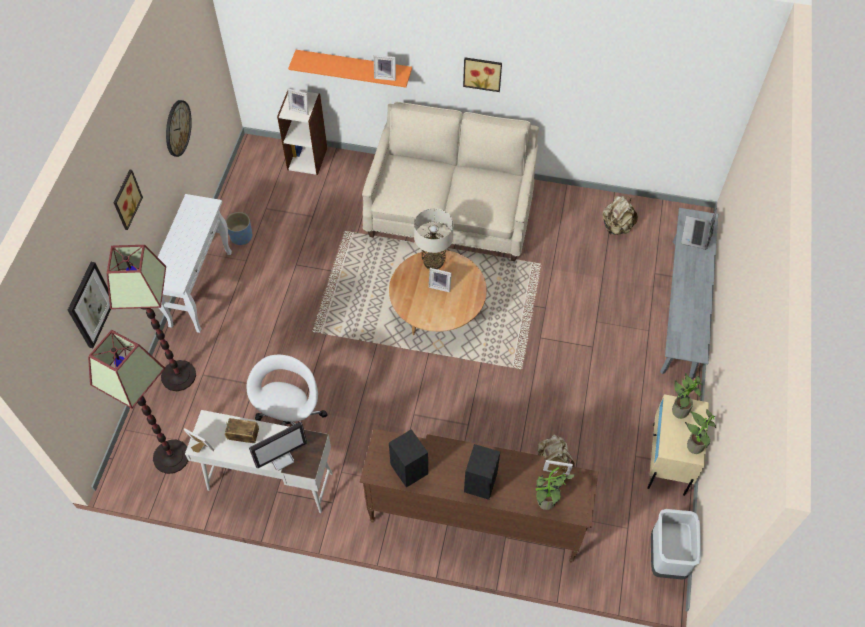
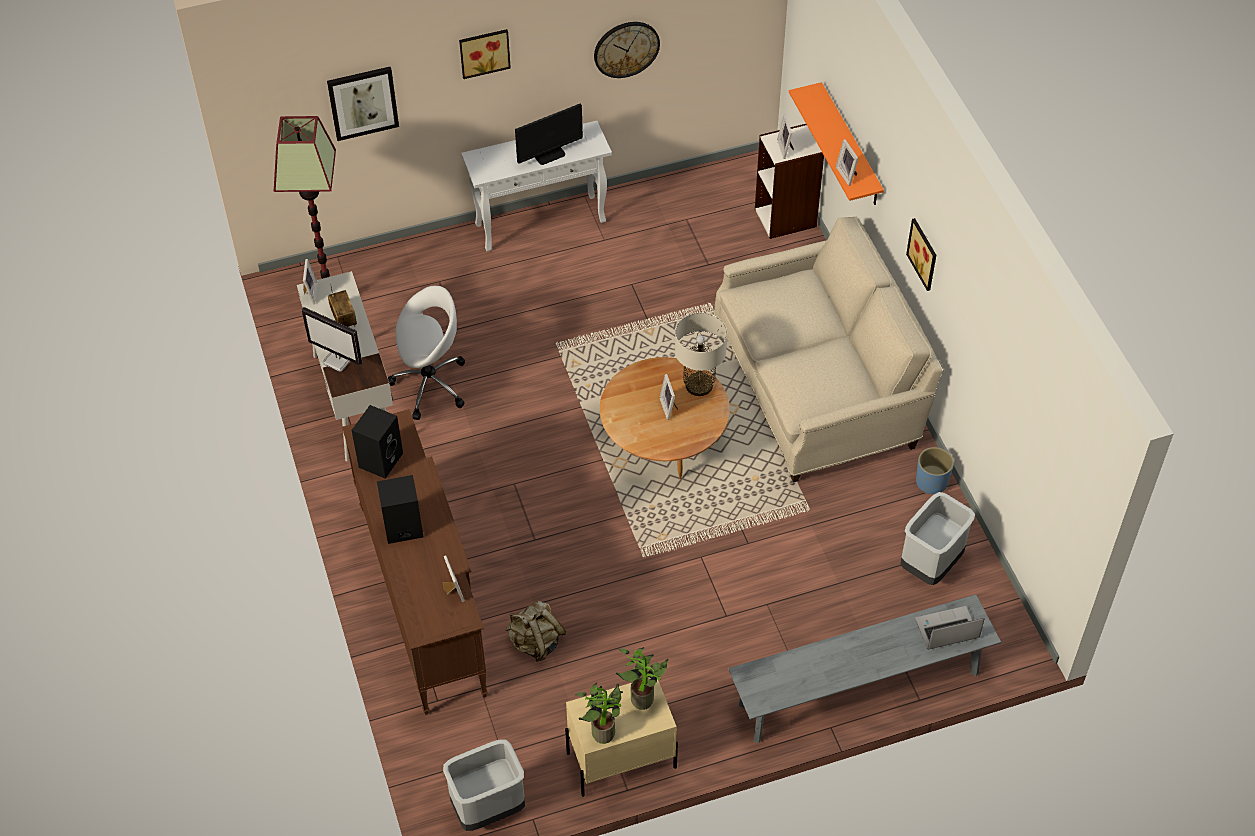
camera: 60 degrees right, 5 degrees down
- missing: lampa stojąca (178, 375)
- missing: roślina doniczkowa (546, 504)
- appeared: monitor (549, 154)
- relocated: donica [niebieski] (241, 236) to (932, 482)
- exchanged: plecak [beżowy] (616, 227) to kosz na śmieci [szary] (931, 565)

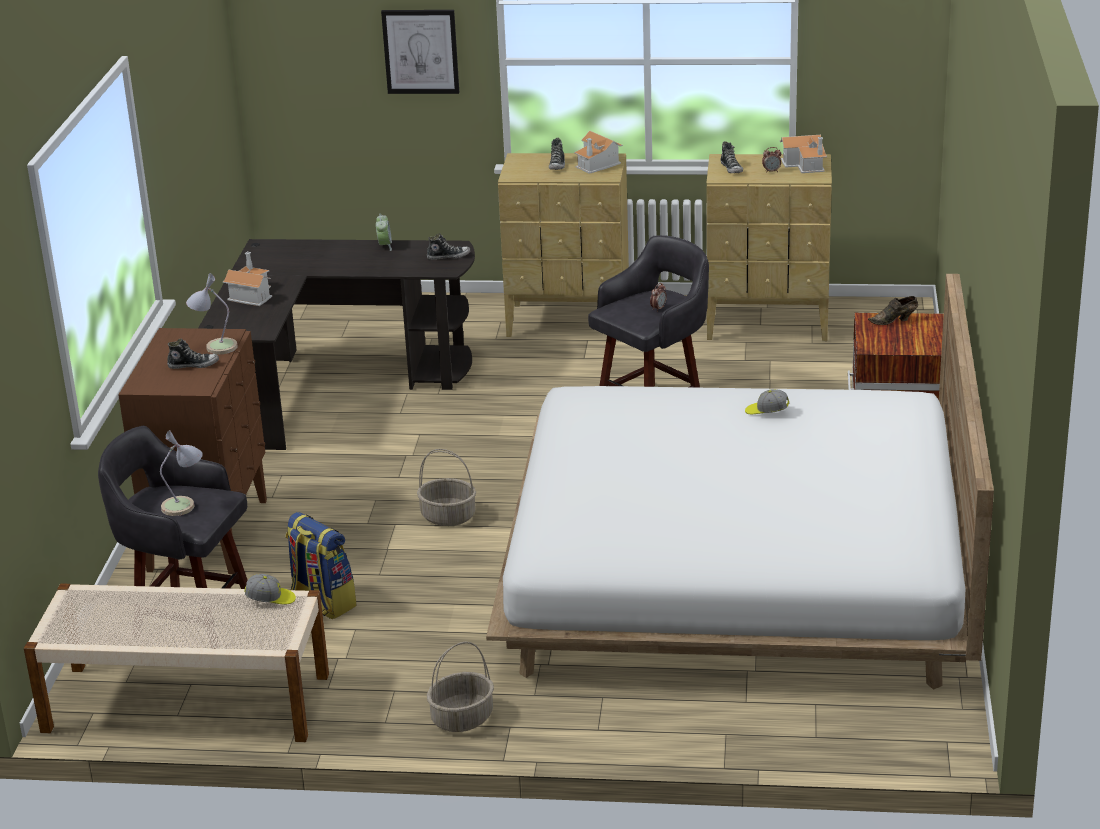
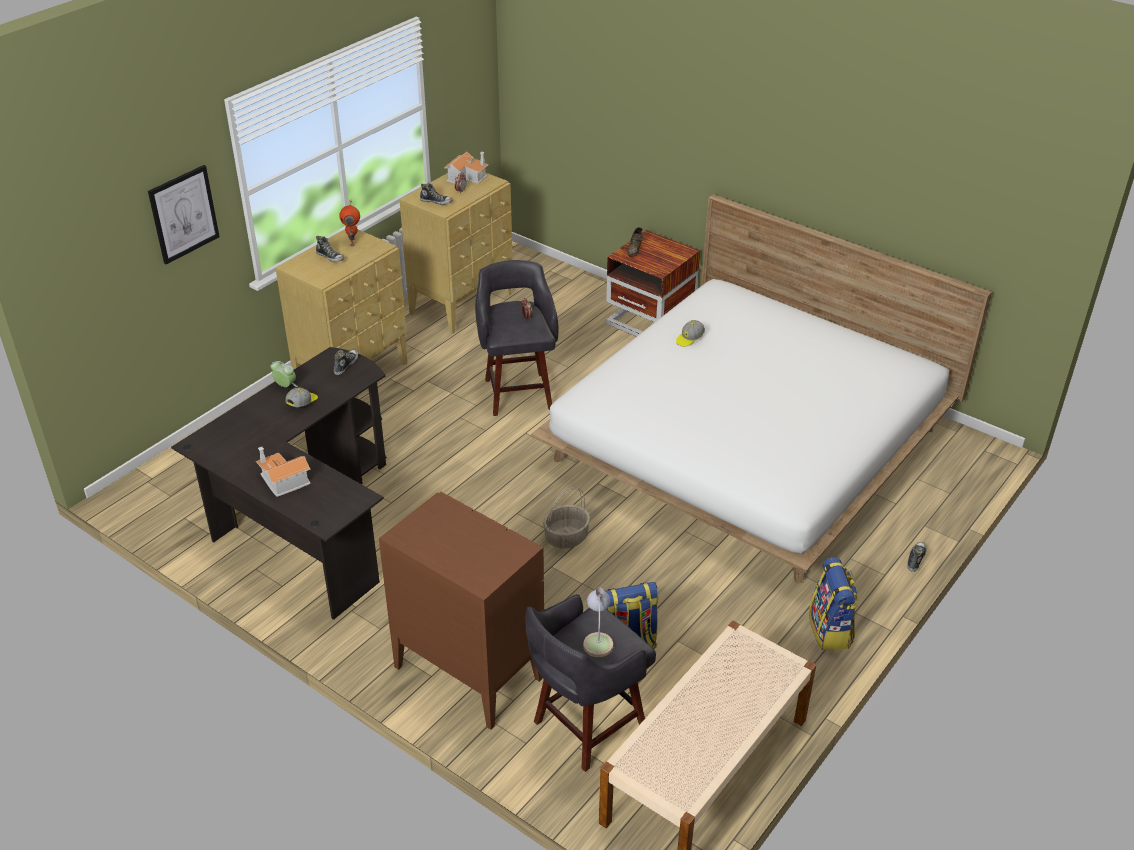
camera: 60 degrees left, 10 degrees up
- missing: lampa stołowa (215, 347)
- relocated: but (193, 365) to (915, 559)
- relocated: czapka z daszkiem (270, 599) to (302, 403)
- exchanged: koszyk (462, 719) to plecak (830, 631)
- exchanged: domek (597, 164) to robot zabawkowy (353, 242)

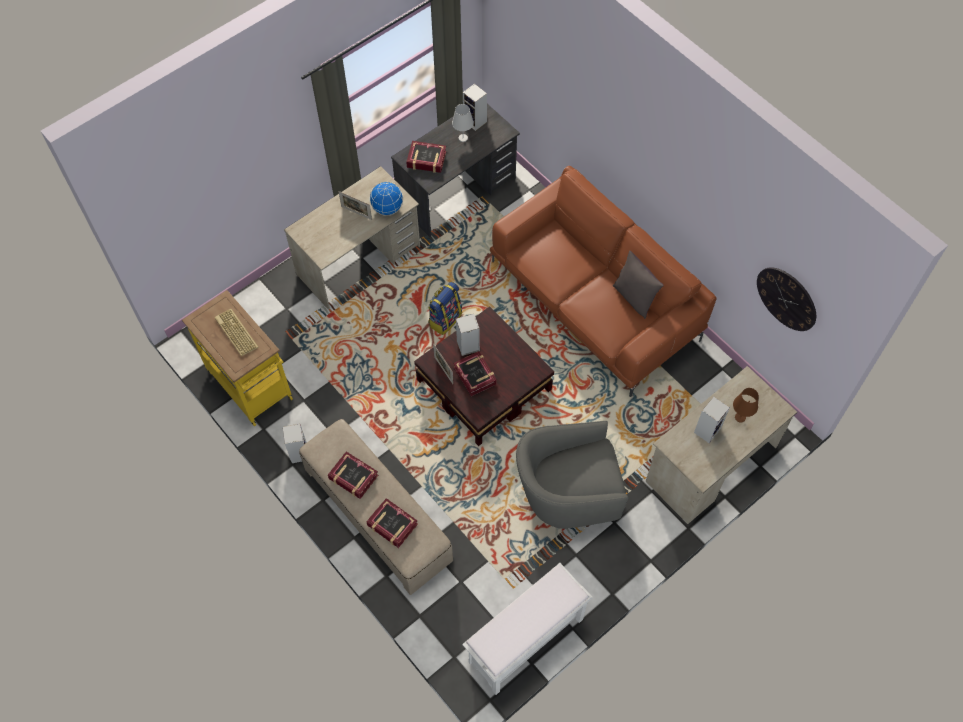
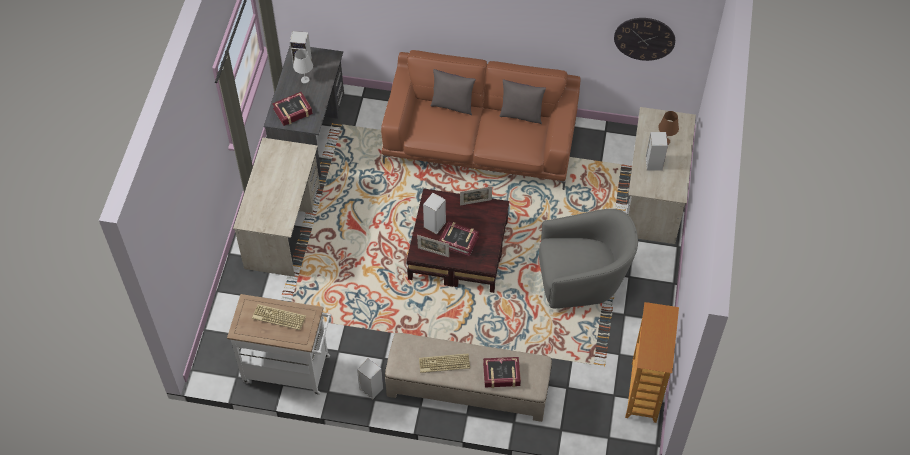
camera: 40 degrees left, 5 degrees down
- missing: globus (387, 208)
- missing: plecak (445, 319)
- appeared: poduszka [szary] (452, 105)
- relocated: ramka na zdjęcie (356, 213) to (475, 202)
- exchanged: książka (353, 477) to klawiatura (444, 364)
- exchanged: ławka [biały] (525, 642) to regał (644, 392)
- colour: wózek [żółty] (252, 387) to wózek [biały] (289, 370)
- spun: fotel [szary] (568, 493) = (582, 280) 135 degrees counterclockwise

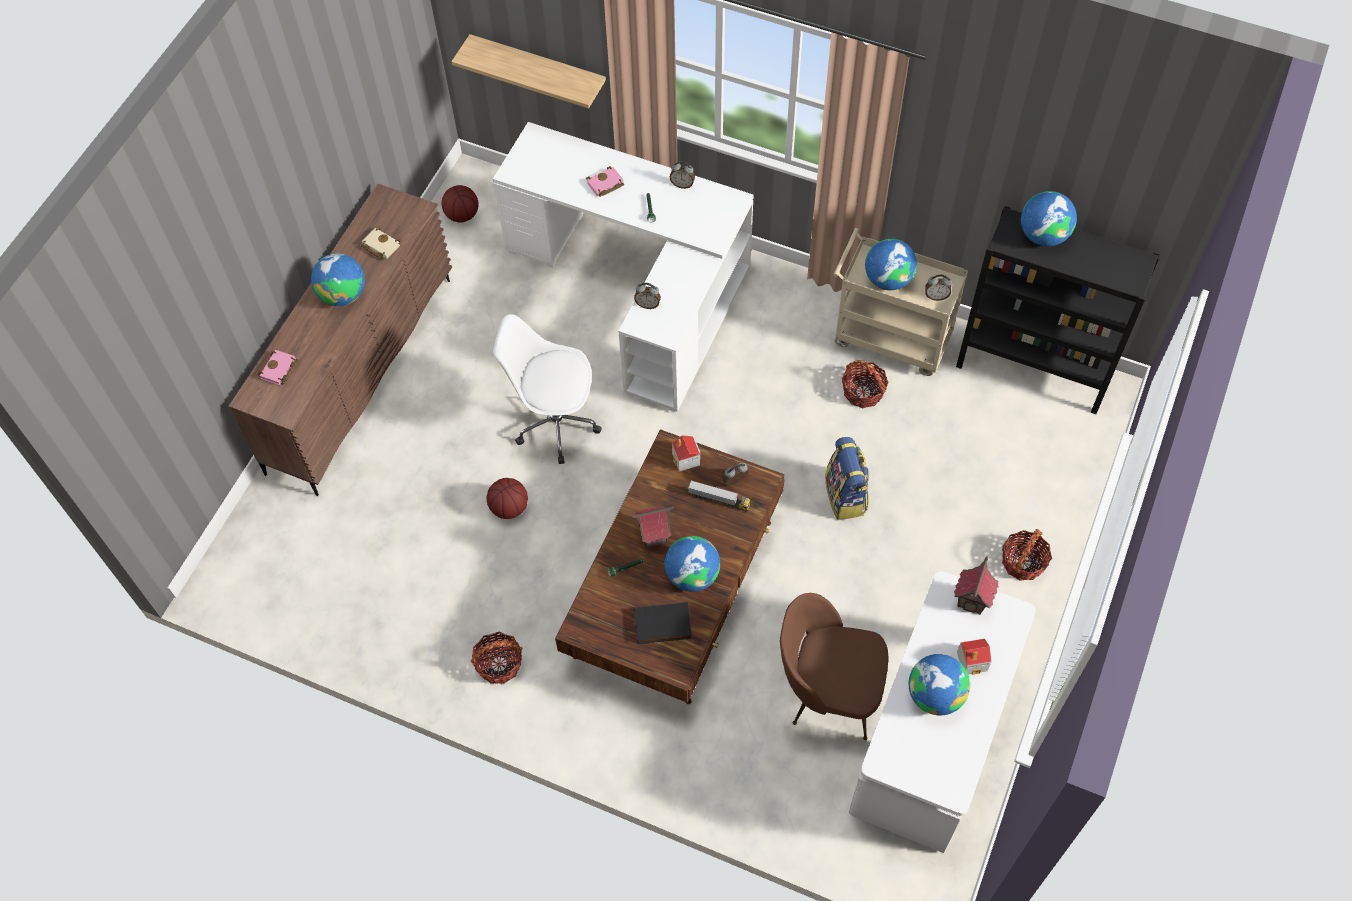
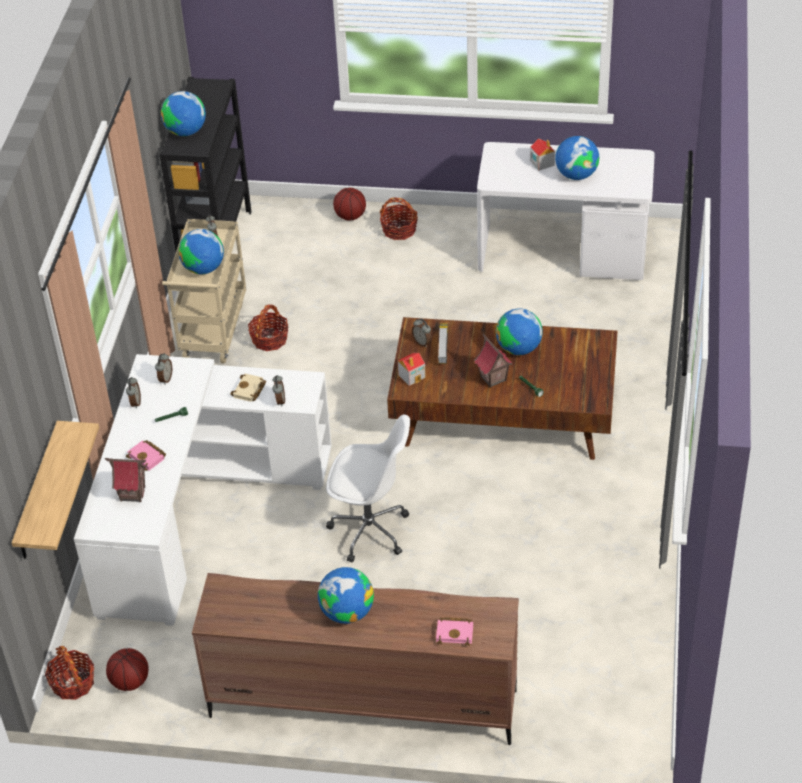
camera: 105 degrees left, 15 degrees down
- missing: książka [czarny] (662, 626)
- missing: krzesło [brązowy] (827, 695)
- missing: plecak (846, 496)
- appeared: budzik (165, 379)
- relocated: książka [beżowy] (379, 246) to (249, 391)
- relocated: koszyk (499, 664) to (73, 683)
- relocated: piłka do koszykówki (509, 507) to (350, 216)
- relocated: domek (972, 600) to (132, 493)
- spun: krzesło biurowe [biały] (555, 425) = (371, 531) 75 degrees counterclockwise

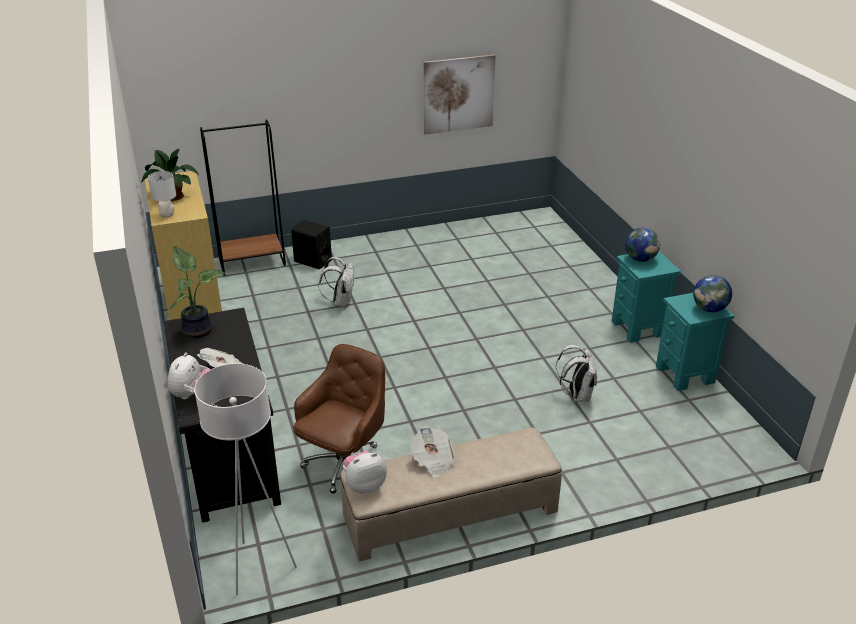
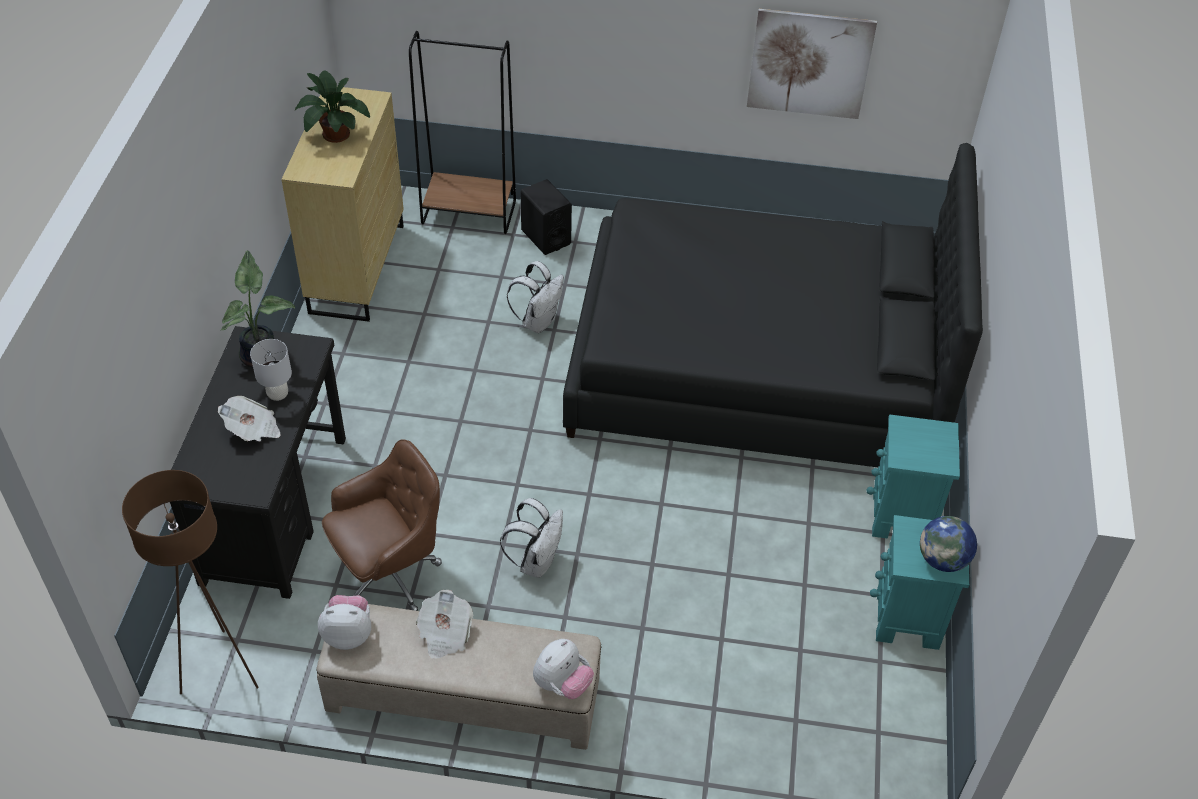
camera: 25 degrees right, 15 degrees up
- missing: globus (640, 259)
- appeared: łóżko [czarny] (757, 369)
- relocated: lampa stołowa [szary] (166, 215) to (277, 395)
- relocated: pluszak (193, 395) to (562, 684)
- relocated: plecak [biały] (577, 395) to (536, 561)
- colour: lampa stojąca [biały] (258, 567) to lampa stojąca [brązowy] (221, 669)

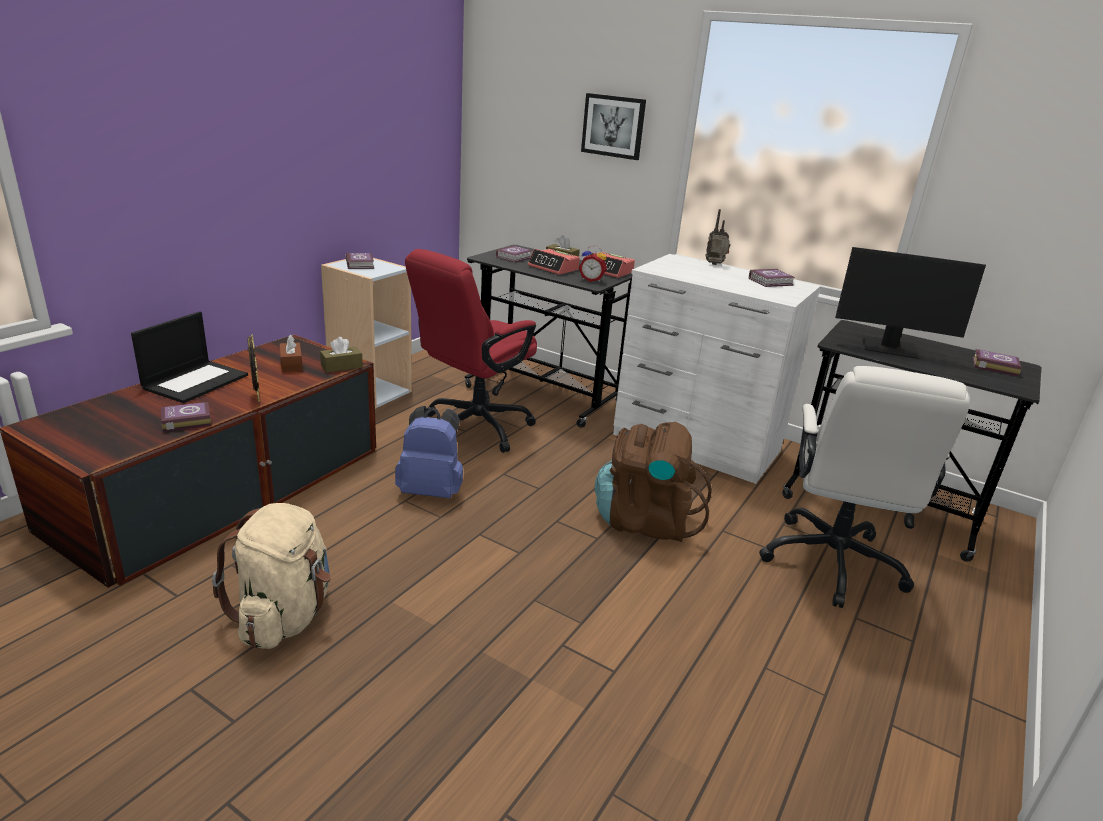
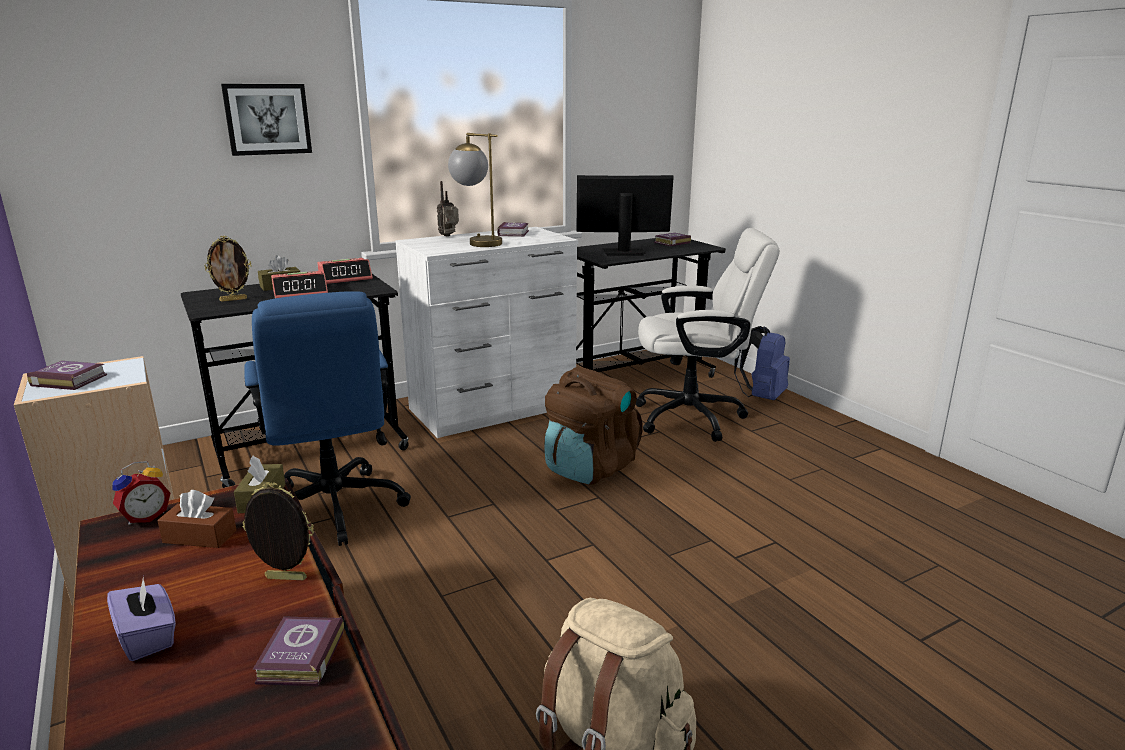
camera: 60 degrees left, 5 degrees down
- appeared: lampa stołowa (477, 242)
- relocated: plecak [niebieski] (431, 491) to (761, 397)
- relocated: budzik (592, 280) to (145, 517)
- exchanged: laptop (196, 381) to pudełko chusteczek [fioletowy] (148, 637)
- exchanged: książka (515, 257) to ramka na zdjęcie (233, 299)
- colour: krzesło biurowe [czerwony] (473, 429) to krzesło biurowe [niebieski] (335, 512)
- spun: krzesło biurowe [biały] (832, 567) = (695, 418) 45 degrees counterclockwise
- spun: monitor (889, 348) = (623, 252) 135 degrees counterclockwise

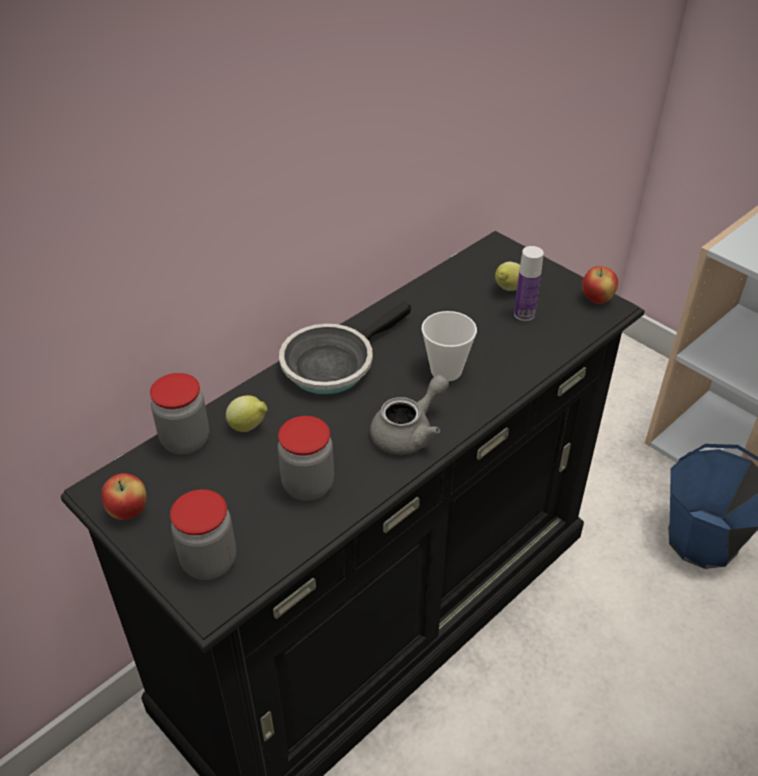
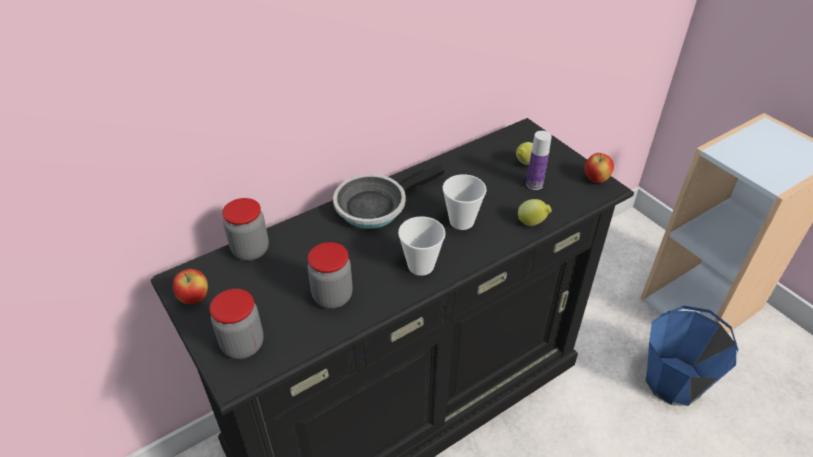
camera: 10 degrees right, 0 degrees up
- relocated: cytryna (249, 427) to (532, 223)
- exchanged: imbryk [szary] (409, 432) to filiżanka (421, 266)

